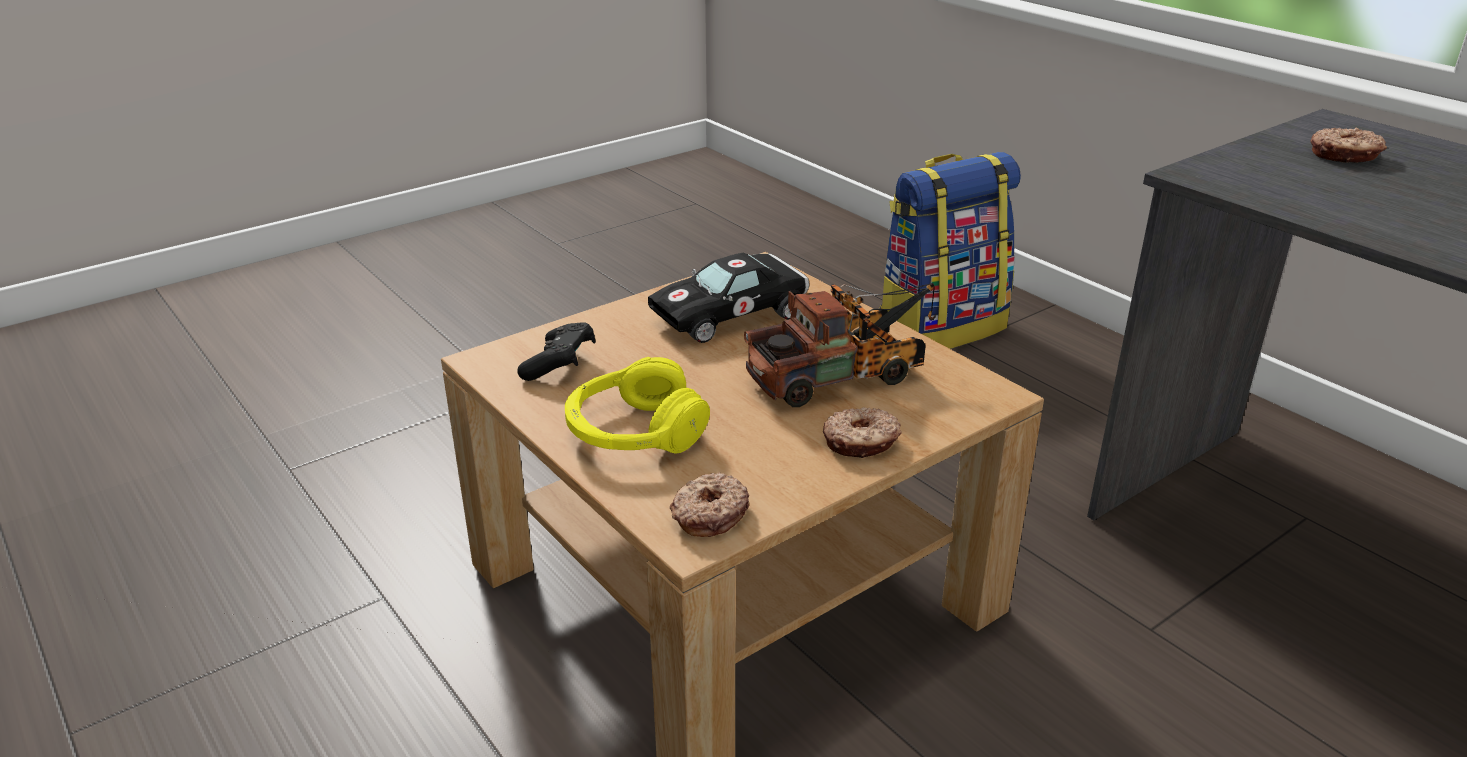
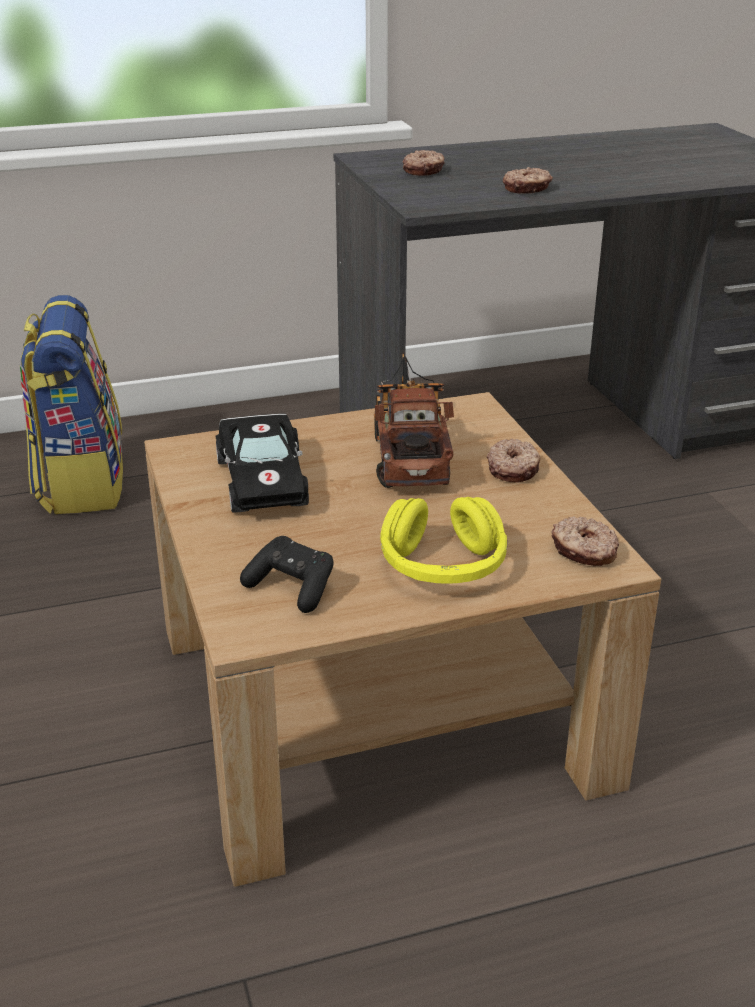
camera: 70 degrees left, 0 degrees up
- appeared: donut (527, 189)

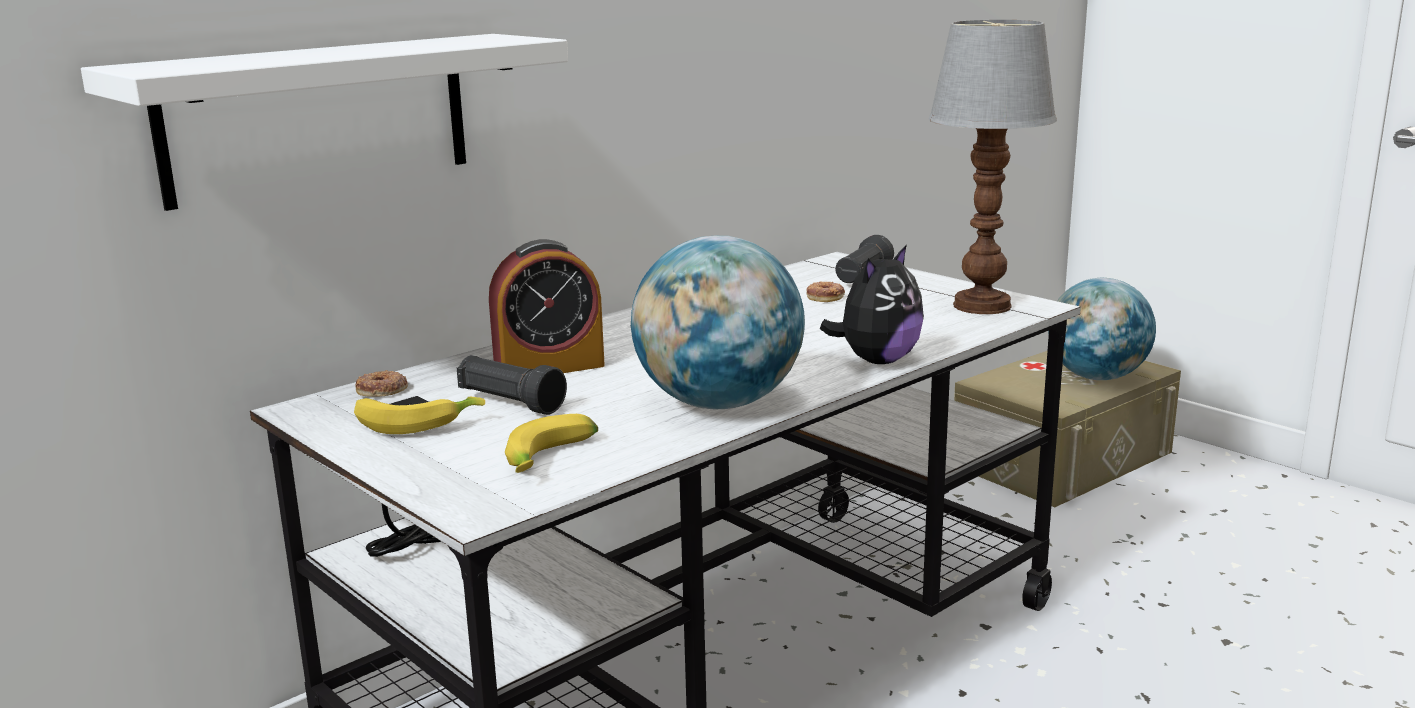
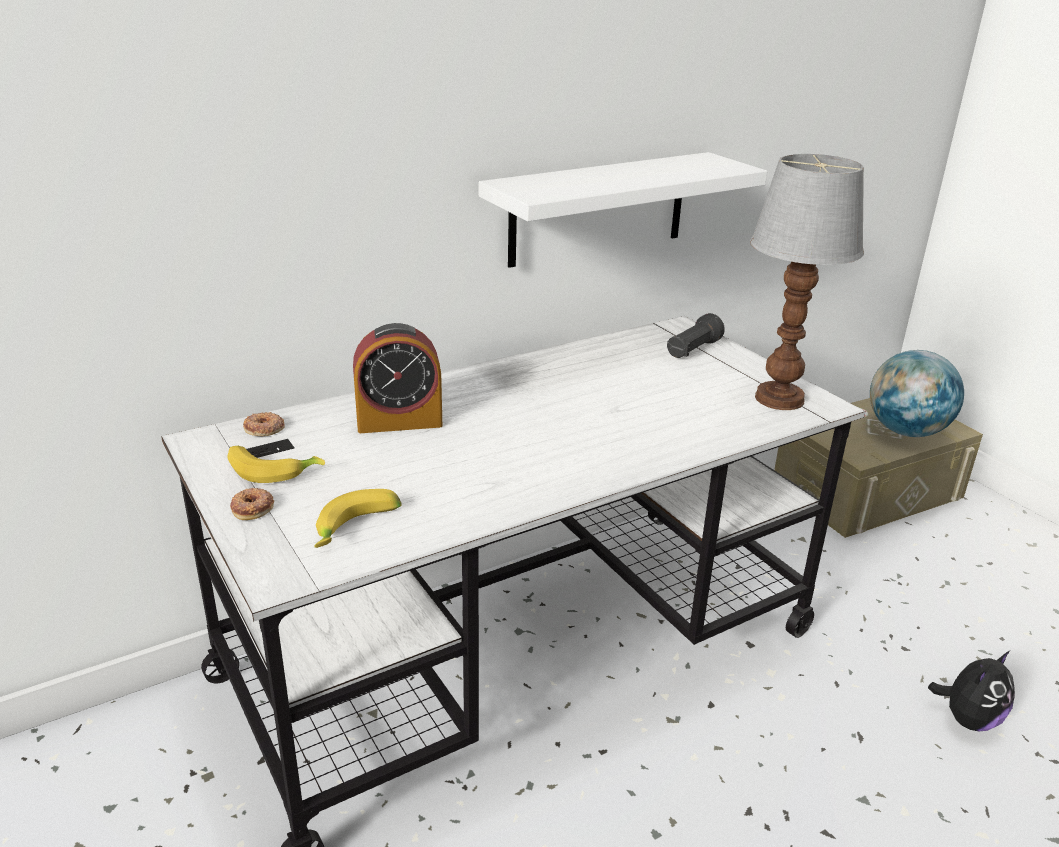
camera: 10 degrees right, 10 degrees up
- missing: latarka [czarny] (510, 403)
- missing: globus (718, 403)
- relocated: półka [biały] (318, 117) to (598, 209)
- relocated: donut (825, 296) to (253, 508)
- relocated: pluszak (877, 360) to (968, 719)

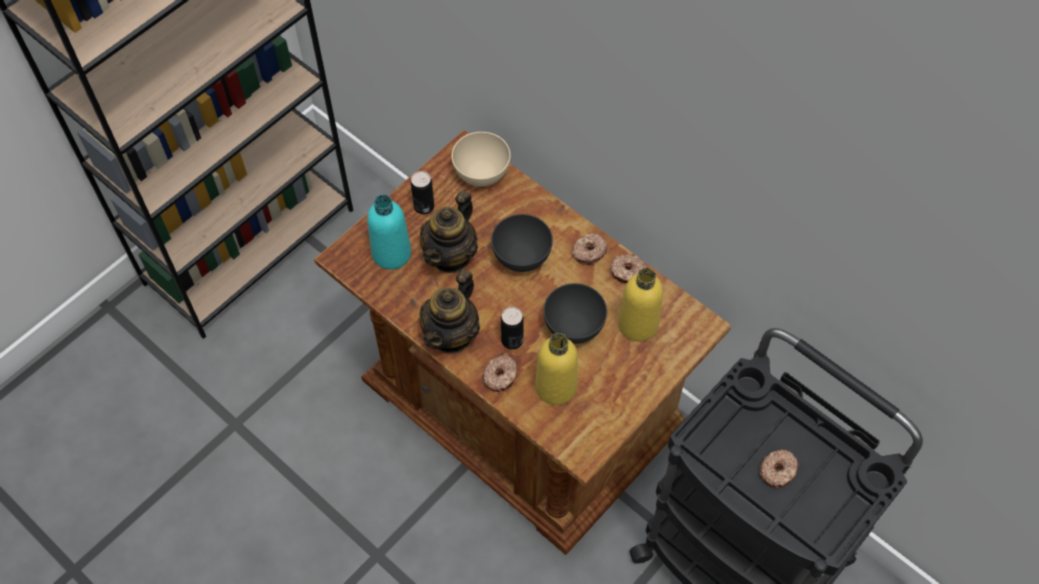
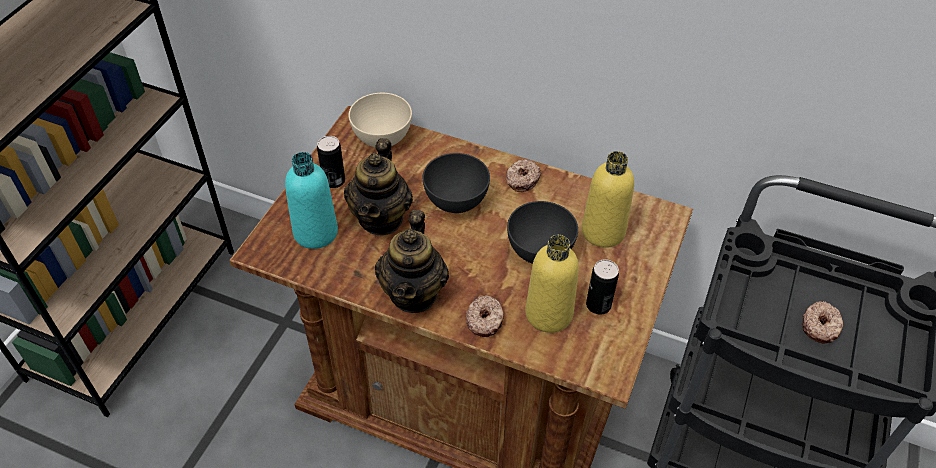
camera: 20 degrees left, 10 degrees down
- missing: donut (627, 272)
- relocated: puszka (512, 340) to (598, 305)

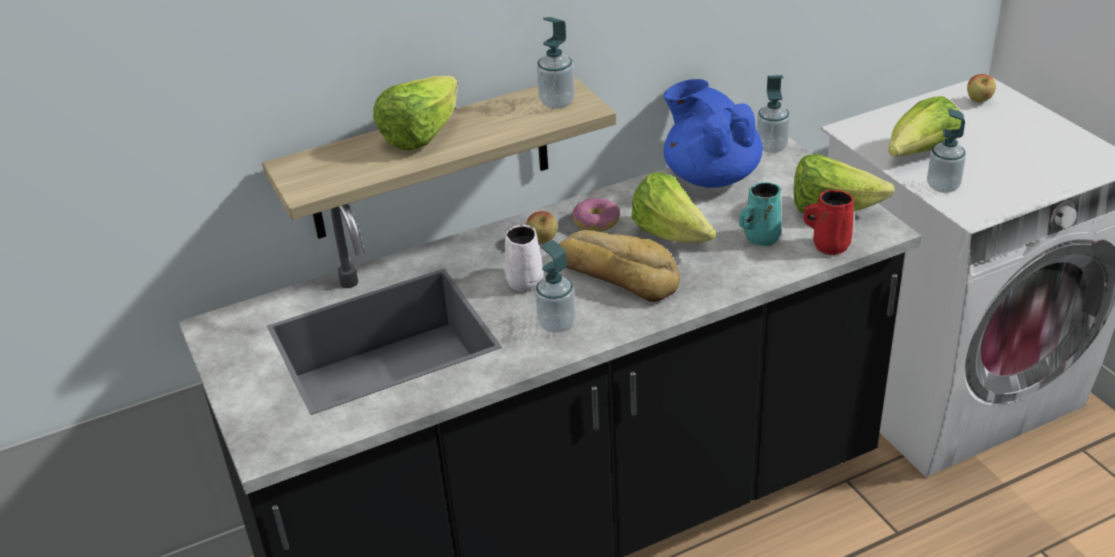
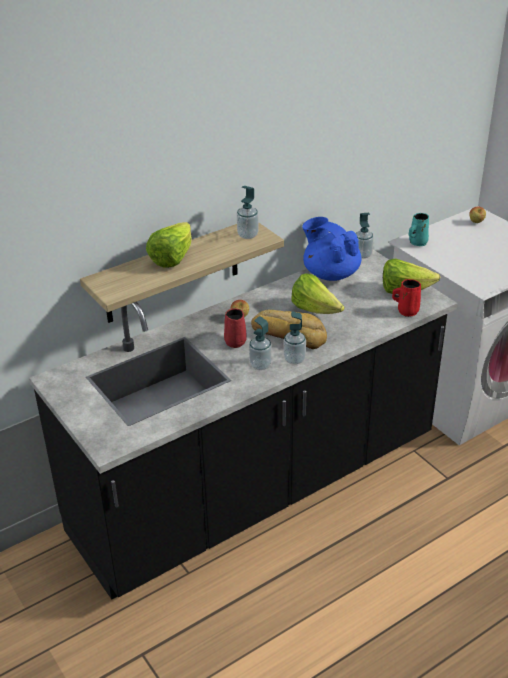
camera: 10 degrees left, 0 degrees up
- missing: donut (596, 222)
- missing: sałata (920, 154)
- relocated: kubek [turkusowy] (760, 238) to (417, 242)
- relocated: dozownik mydła (943, 186) to (294, 359)
- colour: kubek [biały] (525, 280) to kubek [czerwony] (235, 341)

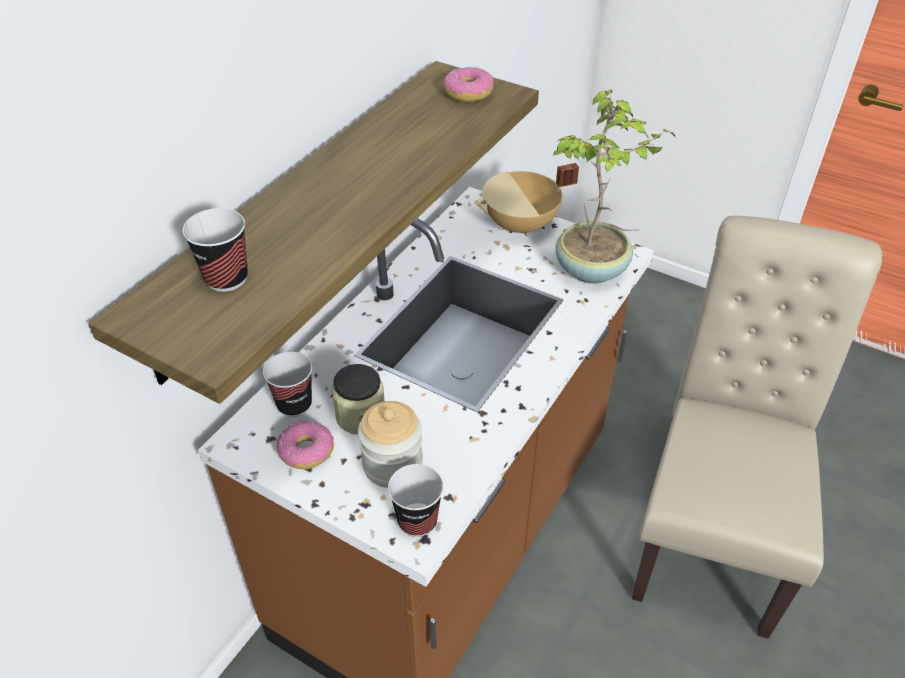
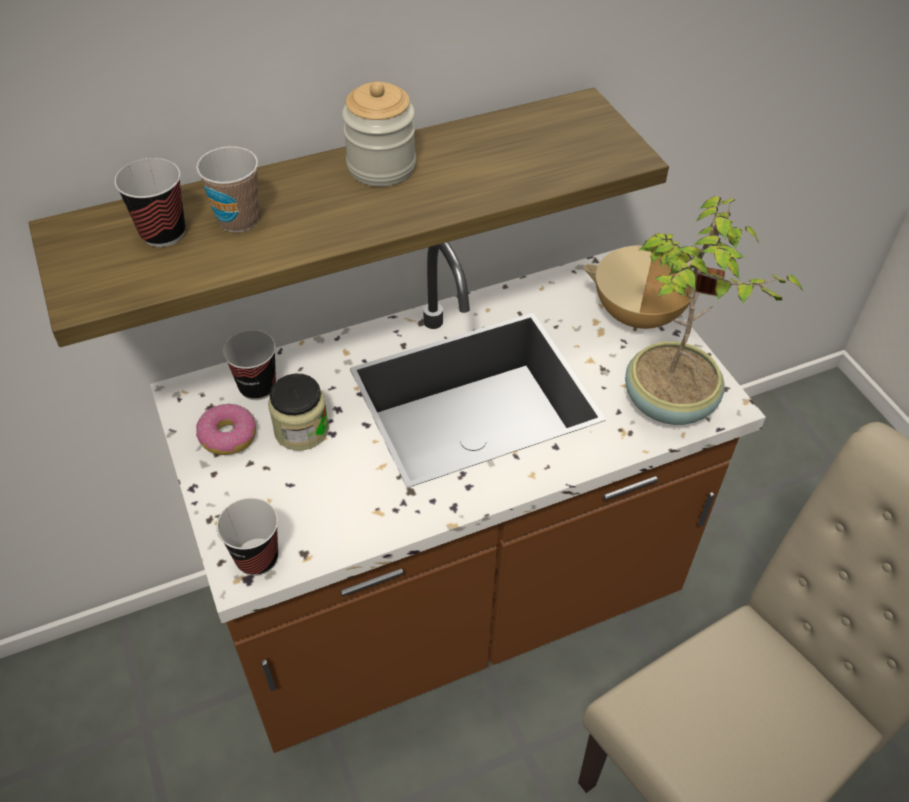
camera: 35 degrees right, 5 degrees up
- missing: donut (468, 93)
- appeared: filiżanka (238, 220)
- relocated: słoik (392, 464) to (381, 167)

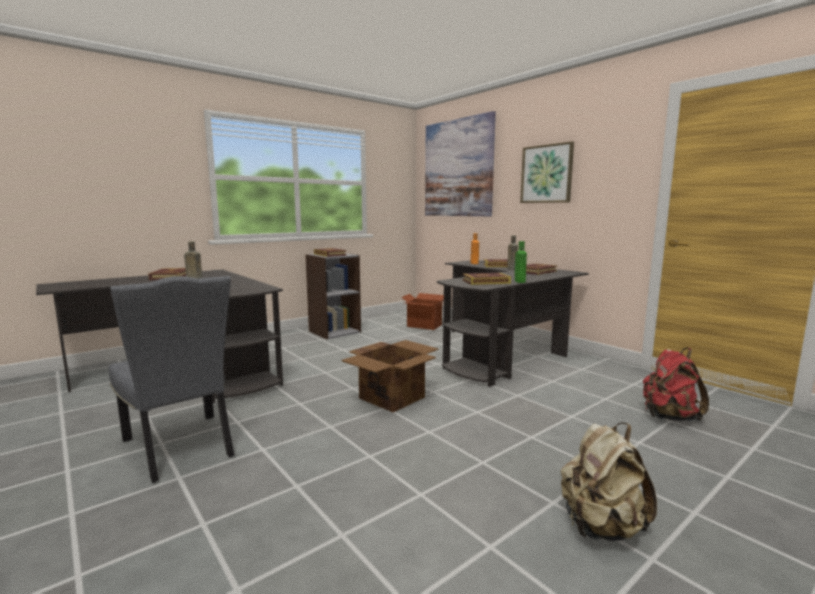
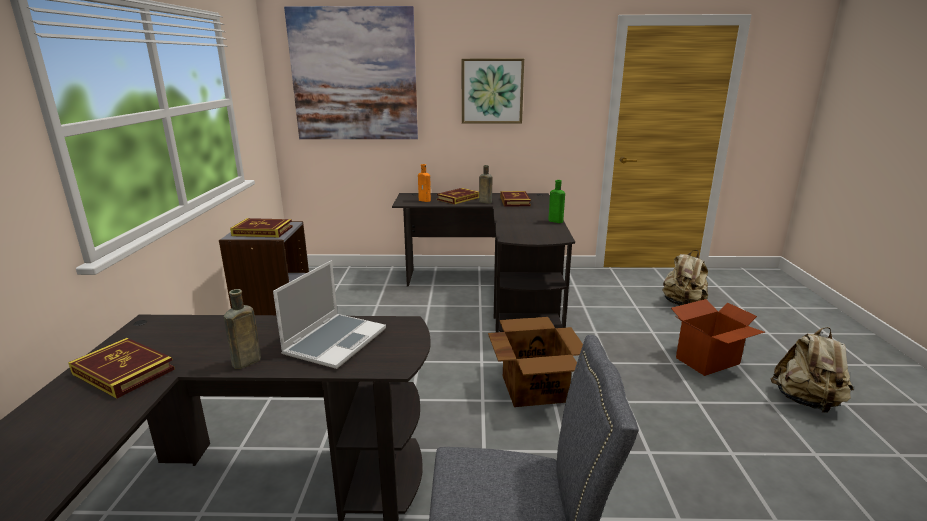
camera: 50 degrees left, 10 degrees up
- missing: książka (486, 281)
- appeared: laptop (335, 341)
- relocated: karton (424, 326) to (708, 361)
- colour: plecak [czerwony] (668, 417) to plecak [beżowy] (683, 304)

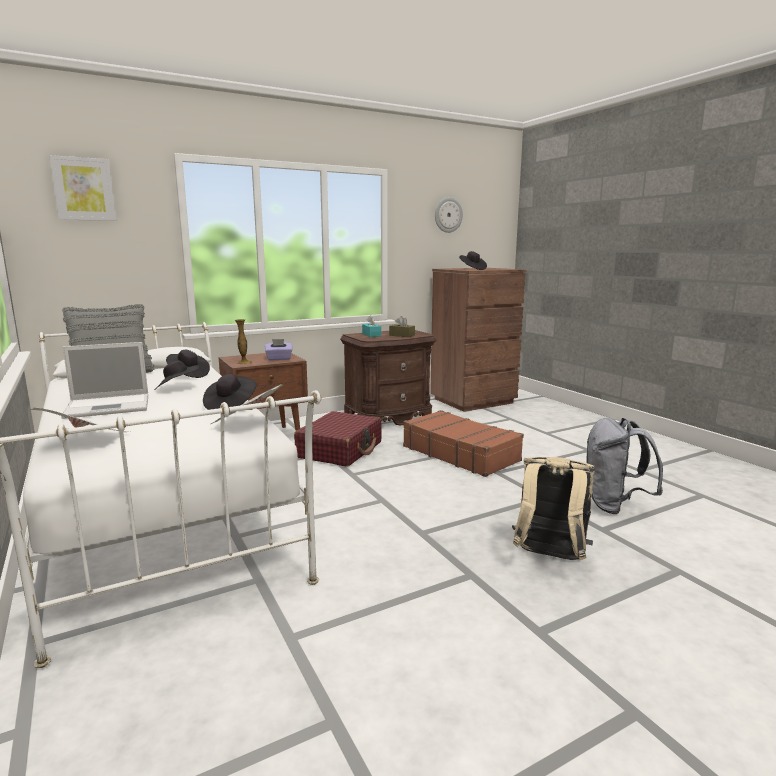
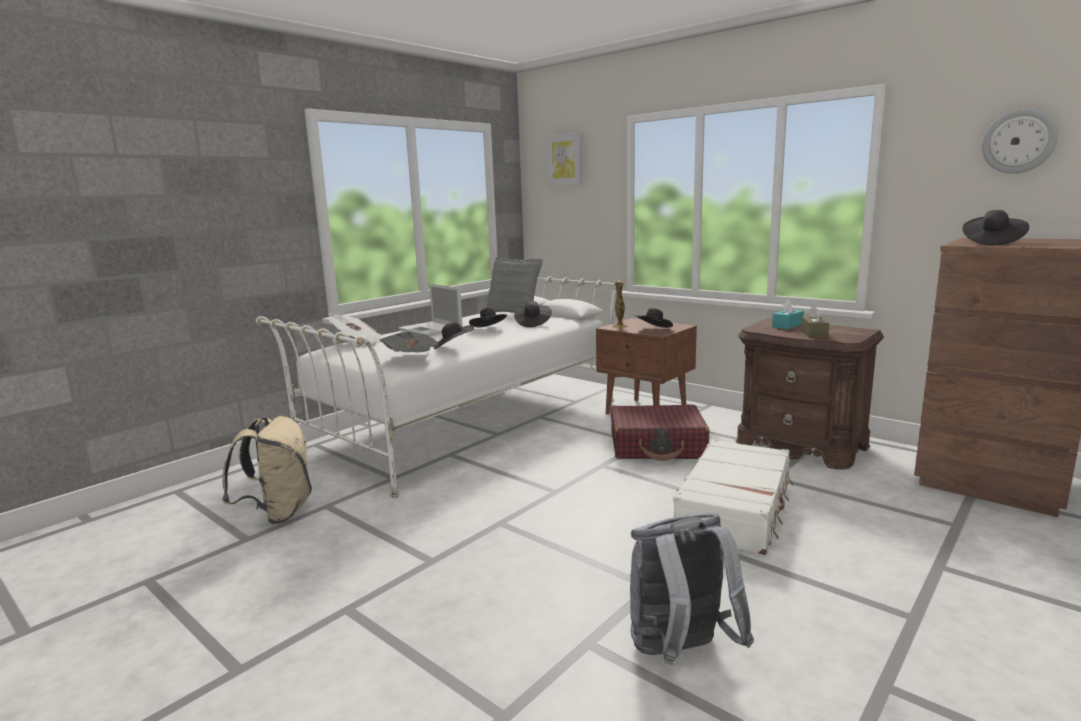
camera: 70 degrees right, 0 degrees up
- relocated: plecak [beżowy] (549, 558) to (278, 513)
- exchanged: pudełko chusteczek [fioletowy] (279, 359) to kapelusz [czarny] (653, 330)
- colour: walizka [brązowy] (460, 453) to walizka [biały] (735, 509)

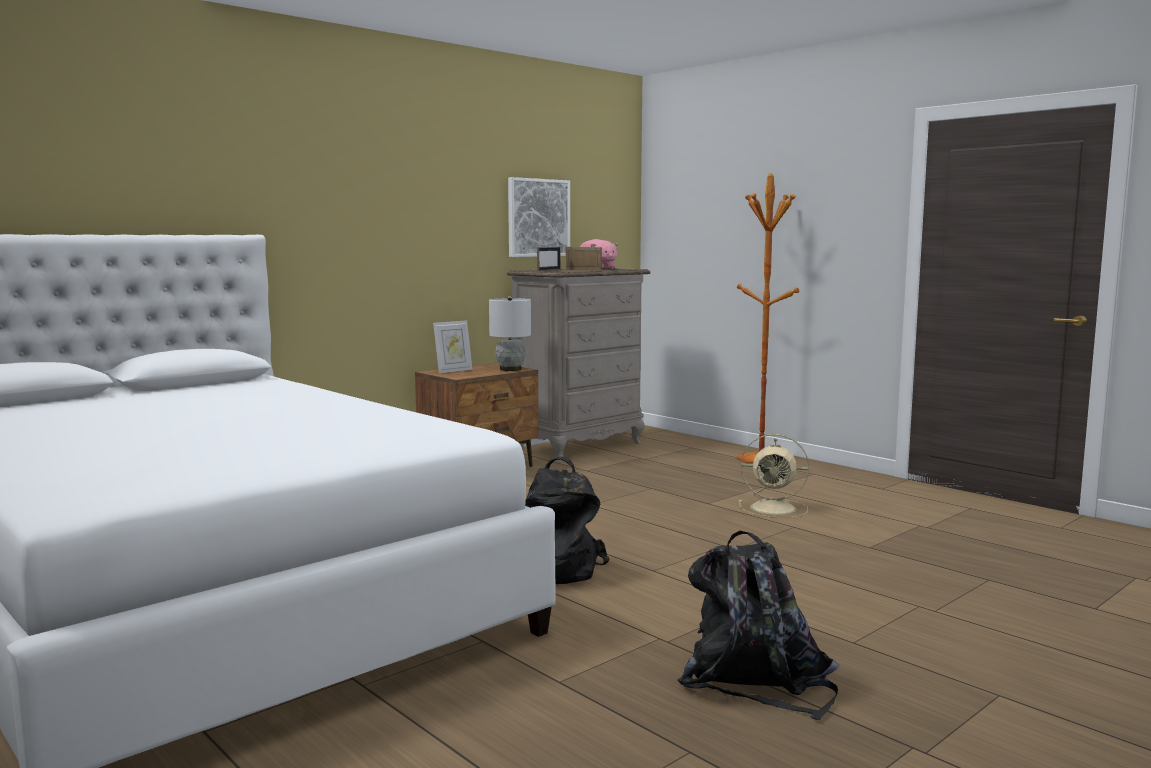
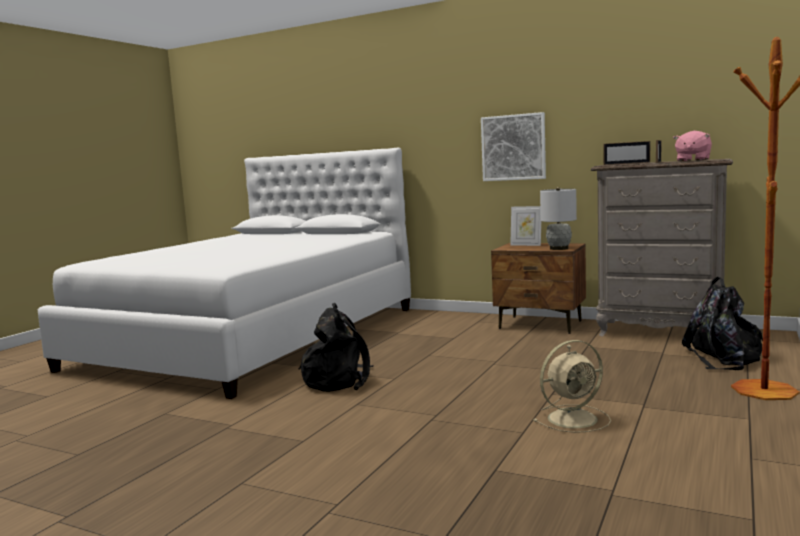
camera: 70 degrees right, 0 degrees up
- relocated: obraz (538, 218) to (513, 147)
- relocated: plecak [czarny] (756, 680) to (723, 358)
- spun: wentylator [beżowy] (775, 508) = (574, 418) 105 degrees counterclockwise

